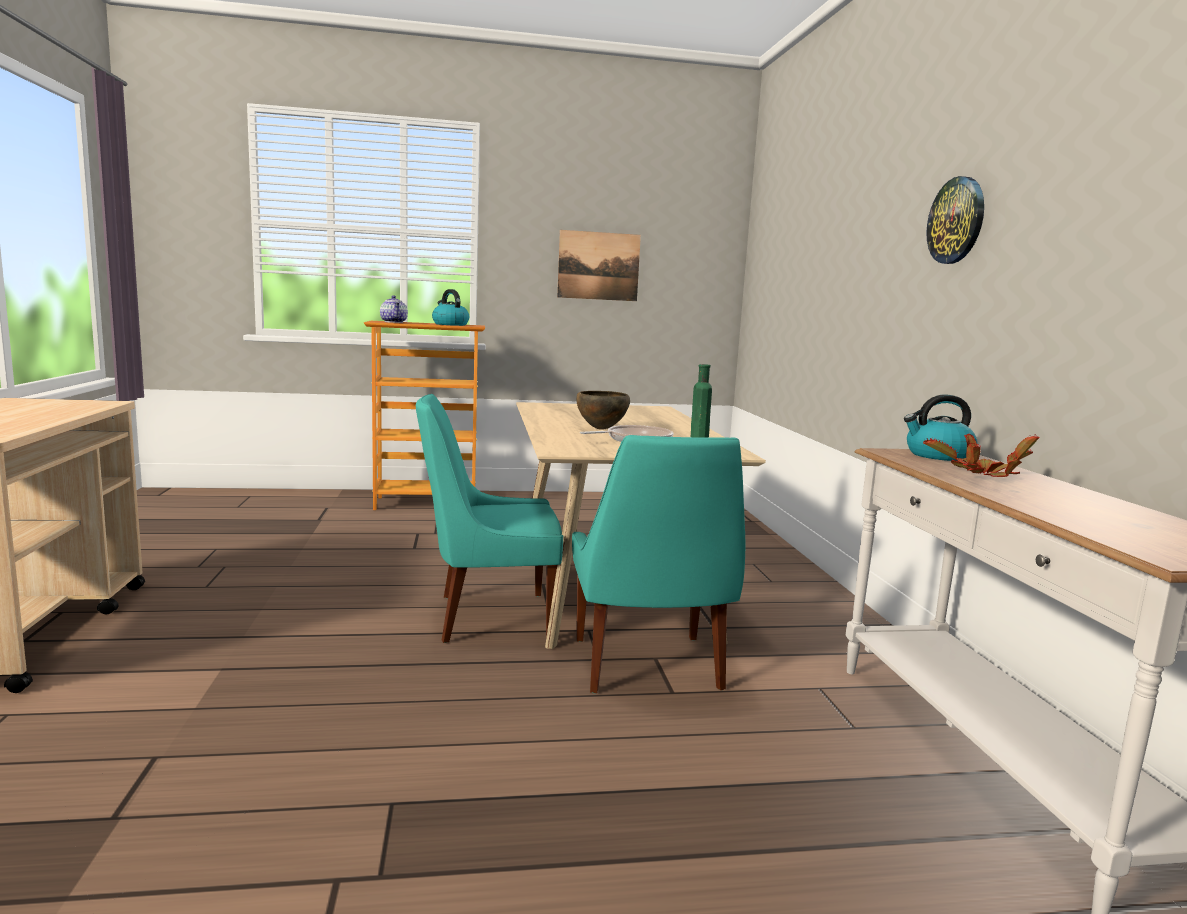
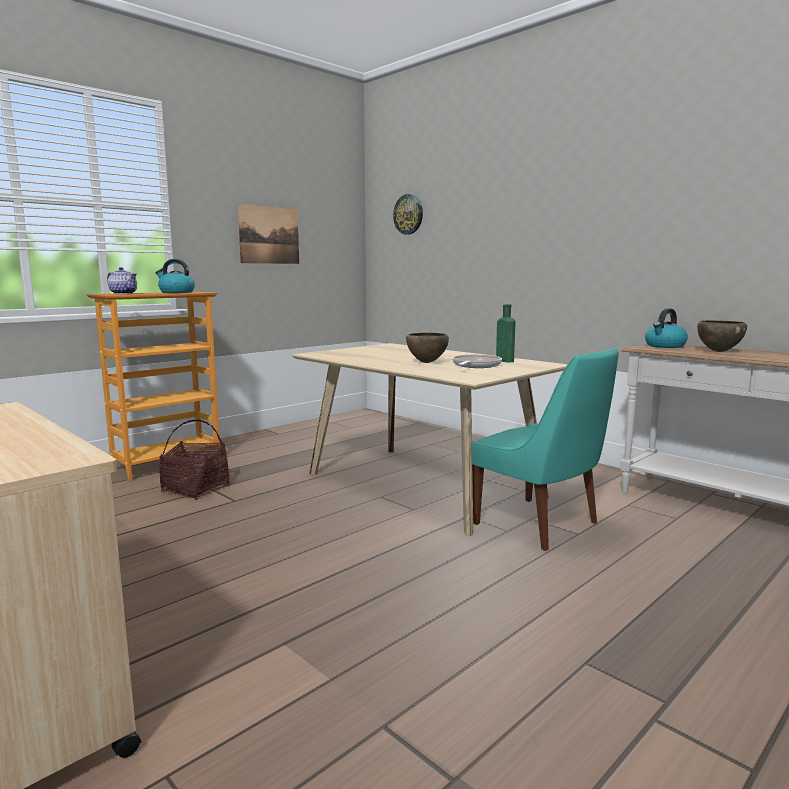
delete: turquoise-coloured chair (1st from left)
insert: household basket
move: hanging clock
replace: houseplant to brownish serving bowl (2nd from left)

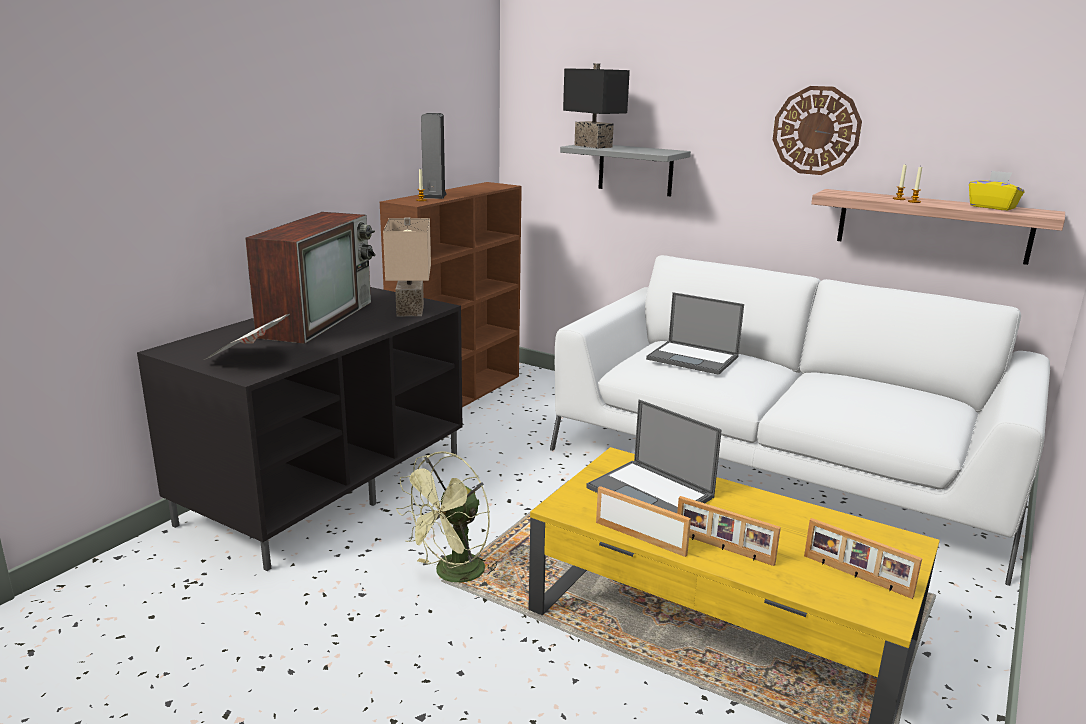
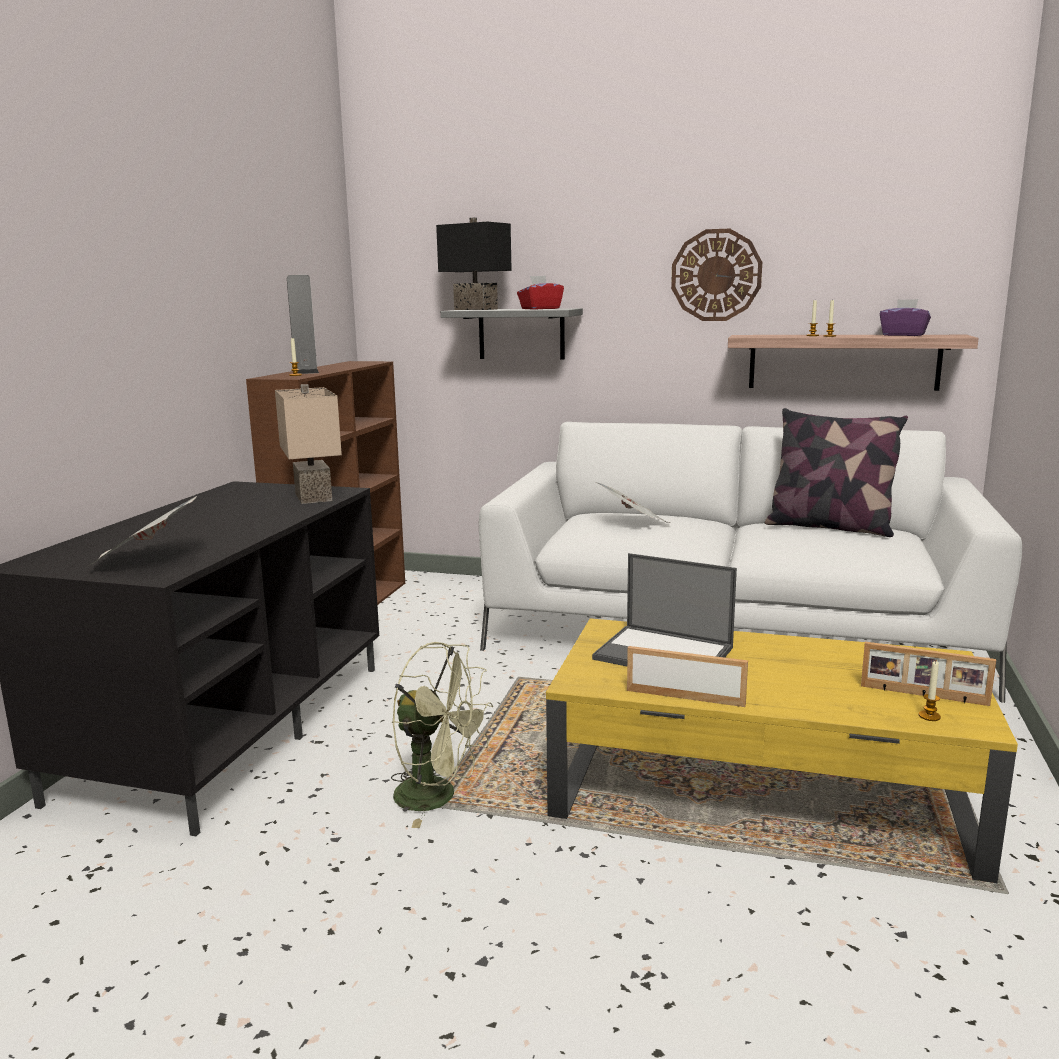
delete: TV; standing frame (2nd from left)
insert: red-coloured tissue holder; cushion; candle (4th from left)
replace: notebook computer (2nd from left) to daily paper (2nd from left)
recolor: yellowish tissue holder to purple-coloured tissue holder
rotate: greenish electric fan 90 degrees counterclockwise

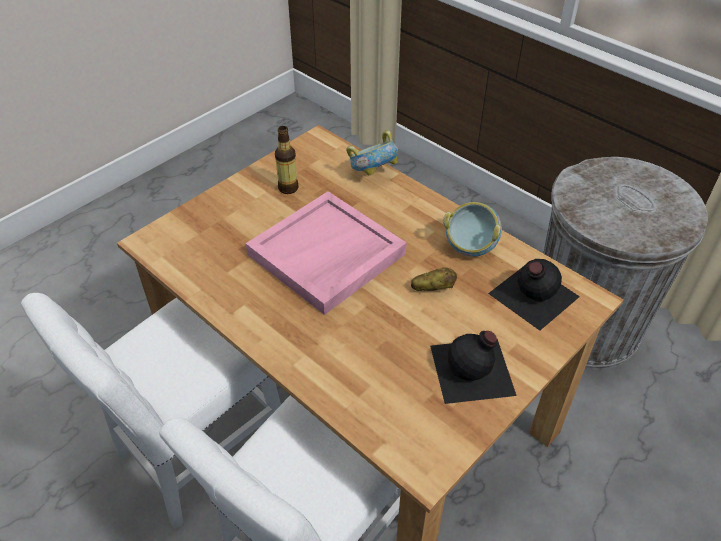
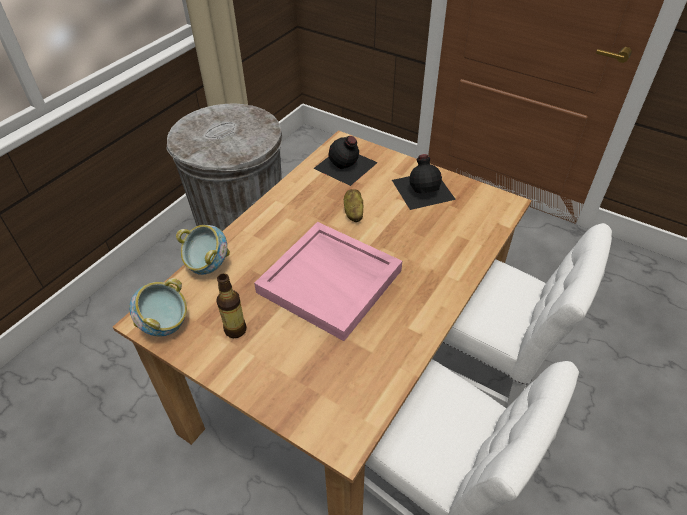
move: serving bowl (2nd from left in the first image) to serving bowl (1st from left)

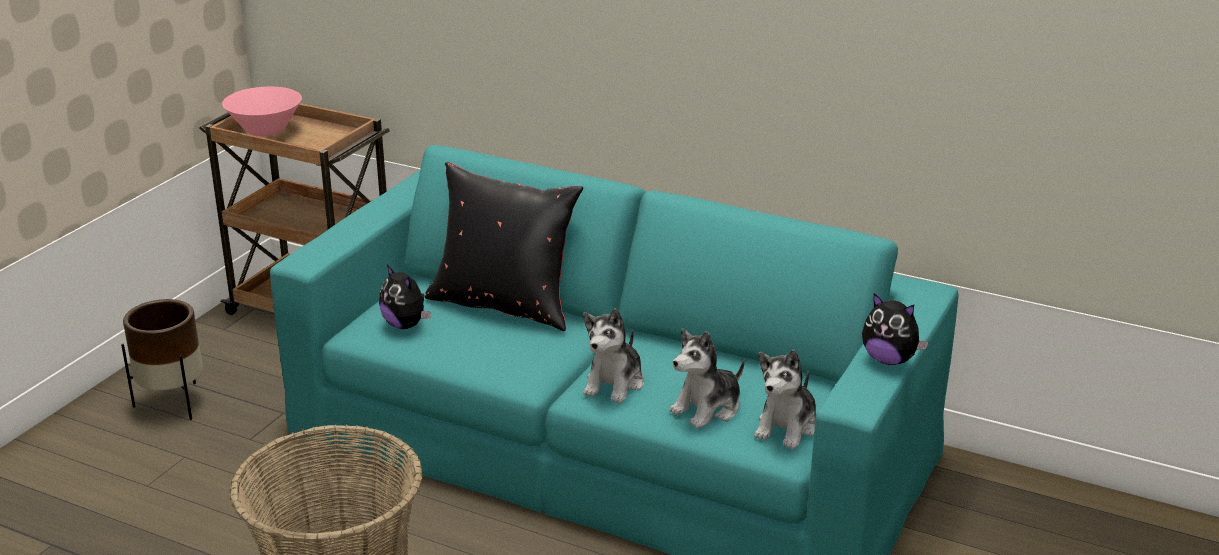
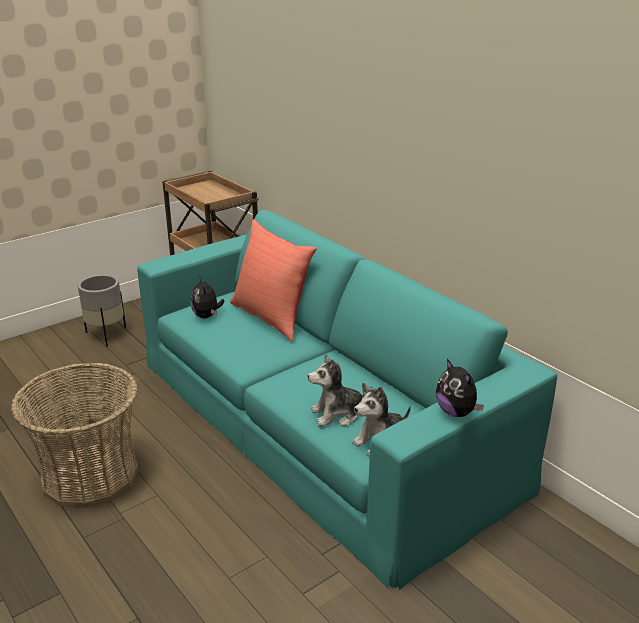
delete: pink serving bowl; cuddly toy (2nd from left)
recolor: blackish cushion to red-coloured cushion; brownish planter to gray planter

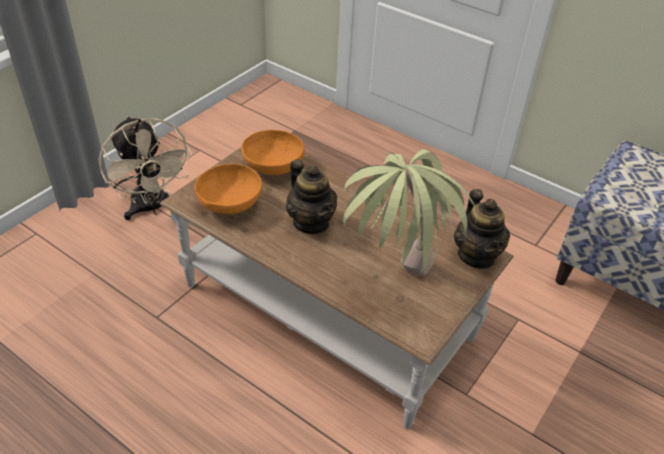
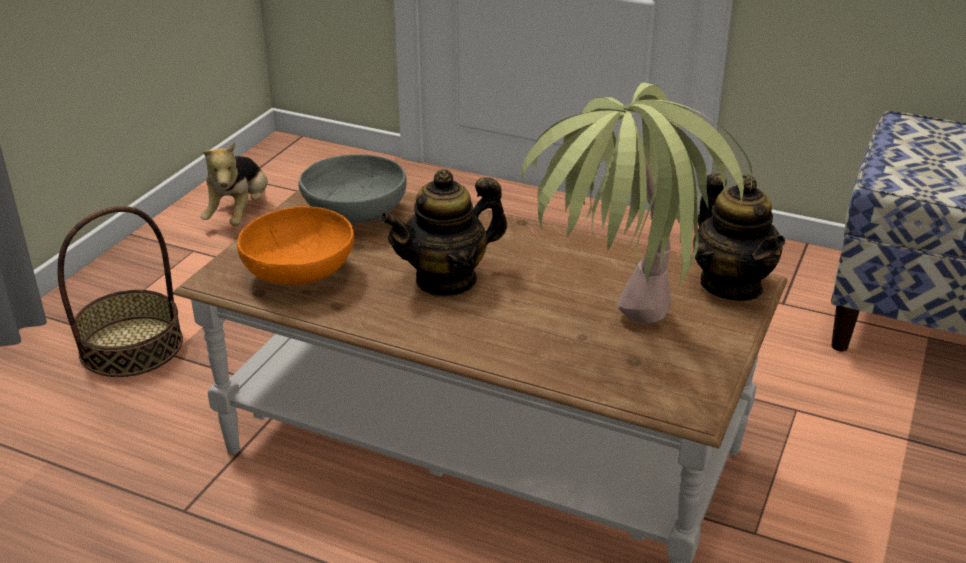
insert: cuddly toy
replace: beige-coloured electric fan to household basket
recolor: orange serving bowl (2nd from left) to gray serving bowl
rotate: teapot (1st from left) 105 degrees clockwise

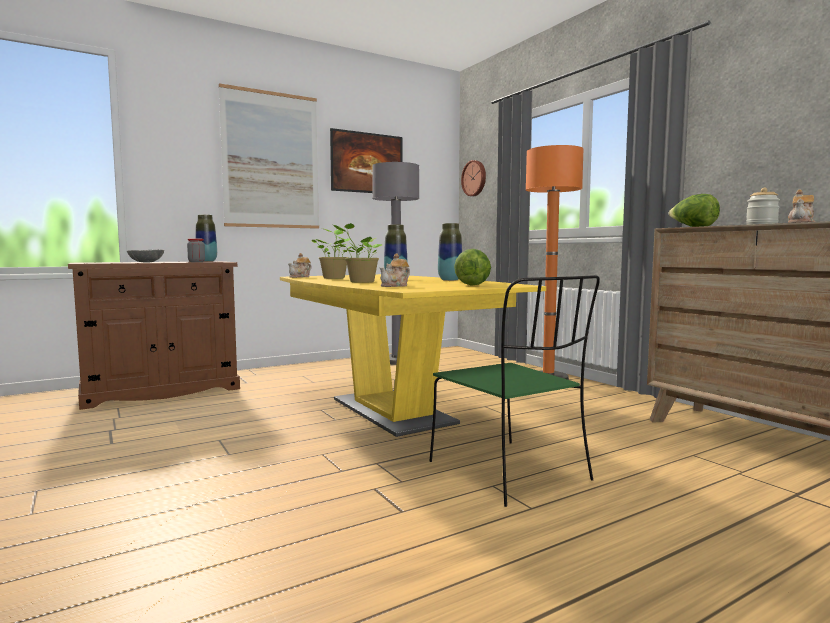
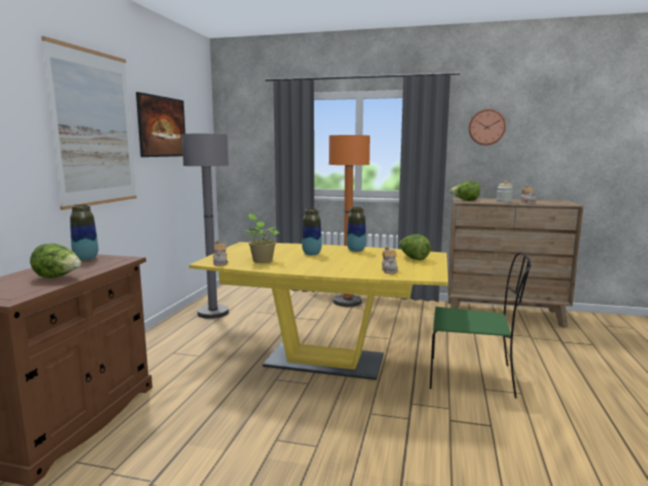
delete: houseplant (2nd from left); jar (1st from left)
move: hanging clock
replace: gray serving bowl to head of lettuce (1st from left)

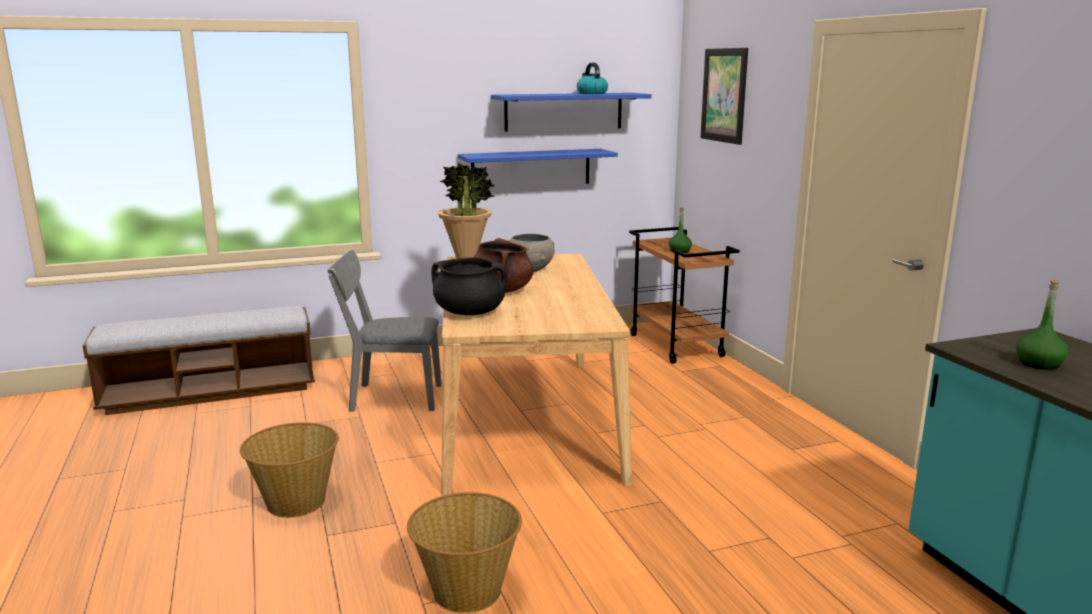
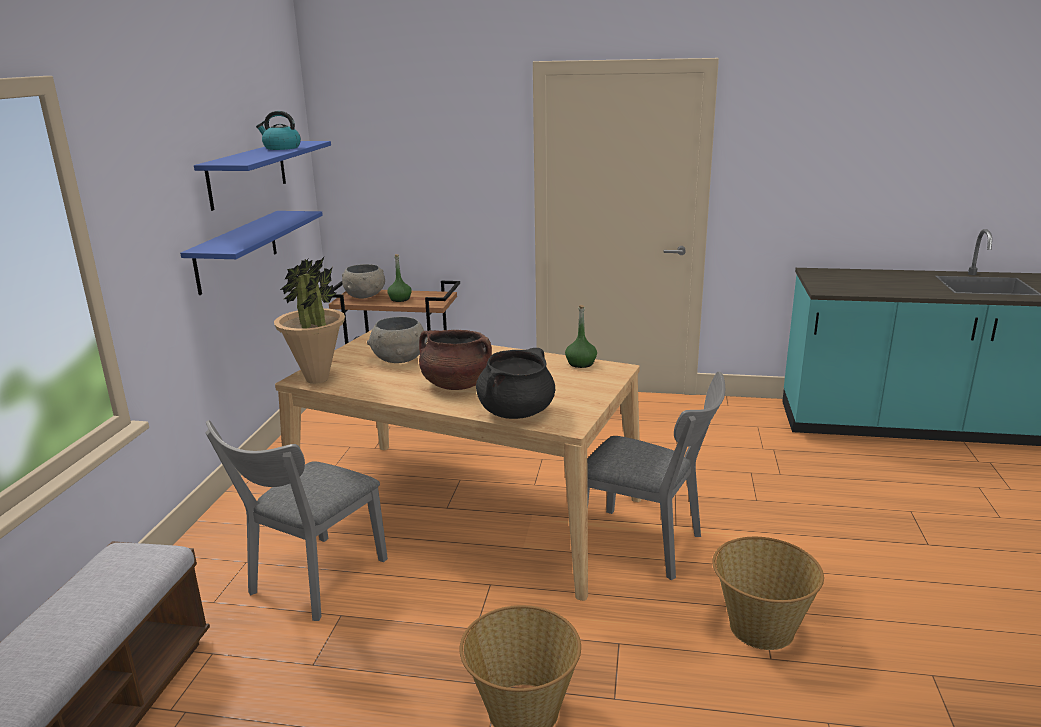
delete: wall art
insert: gray serving bowl (1st from left); gray chair (2nd from left)
move: greenish drink bottle (2nd from left)

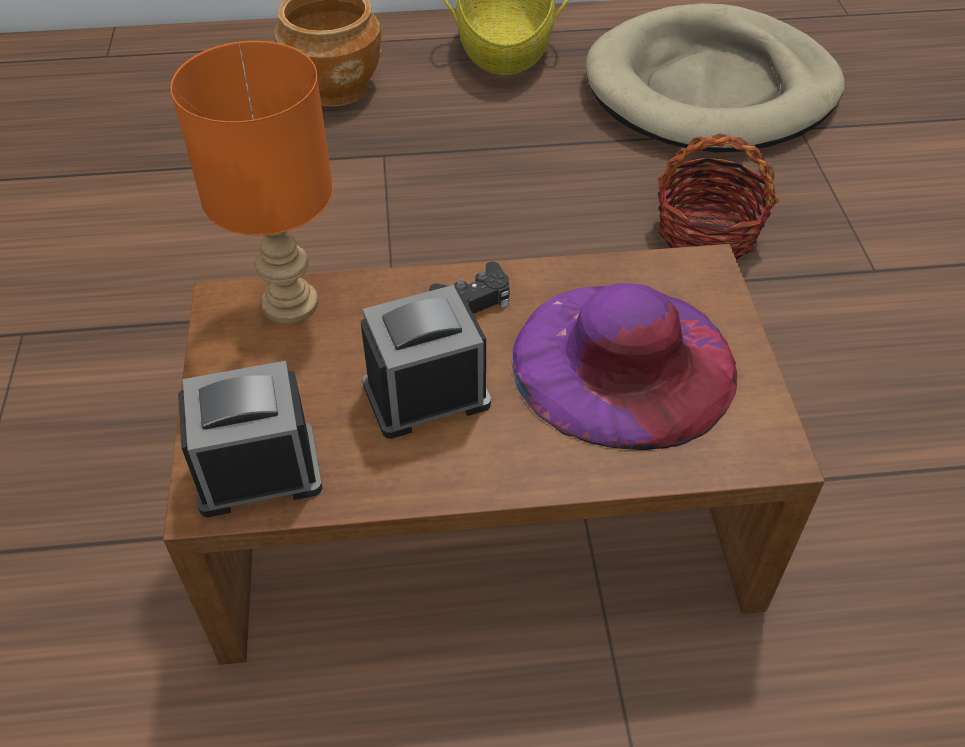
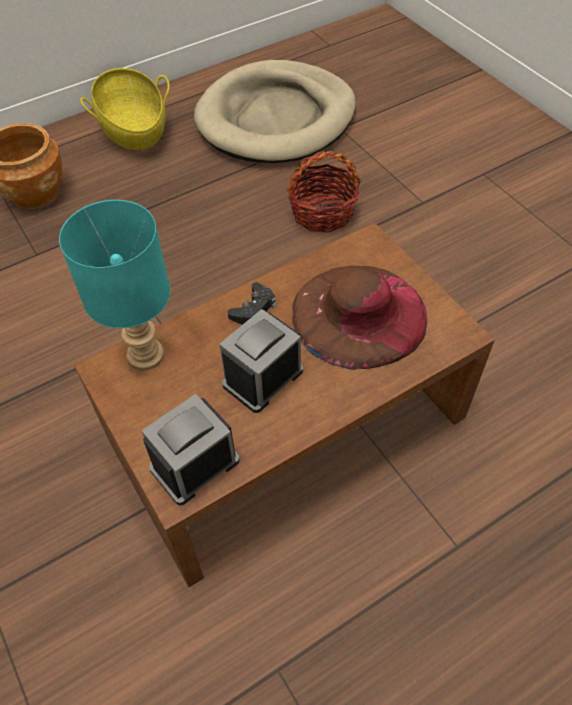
recolor: orange lamp for a table to turquoise-coloured lamp for a table; purple-coloured clothing hat to brownish clothing hat

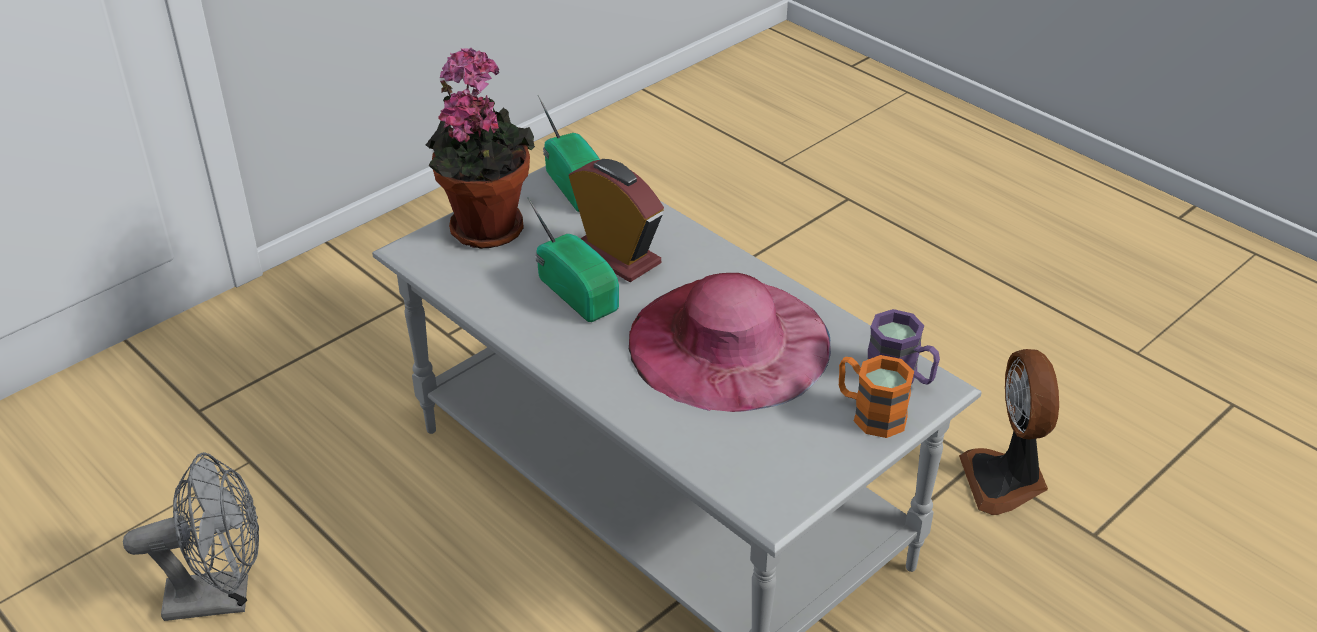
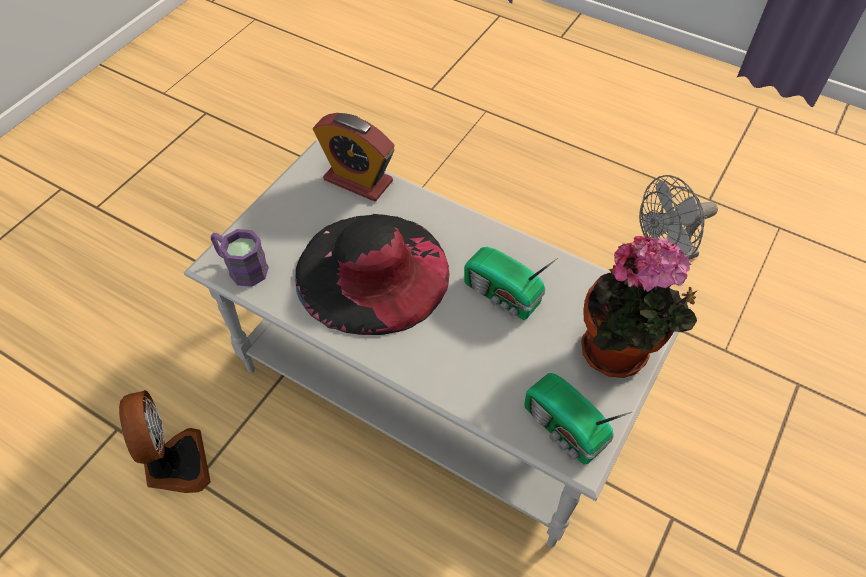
delete: orange coffee mug
move: table clock
recolor: pink clothing hat to blackish clothing hat

